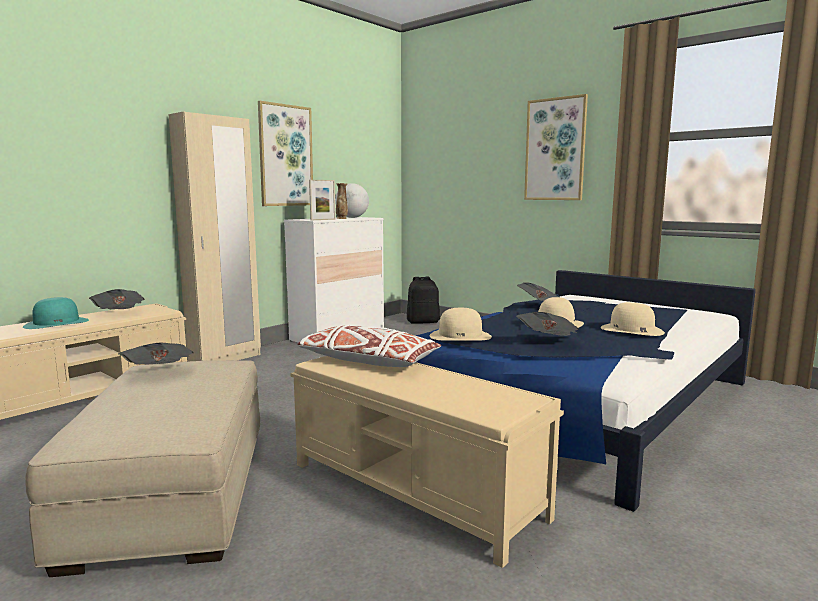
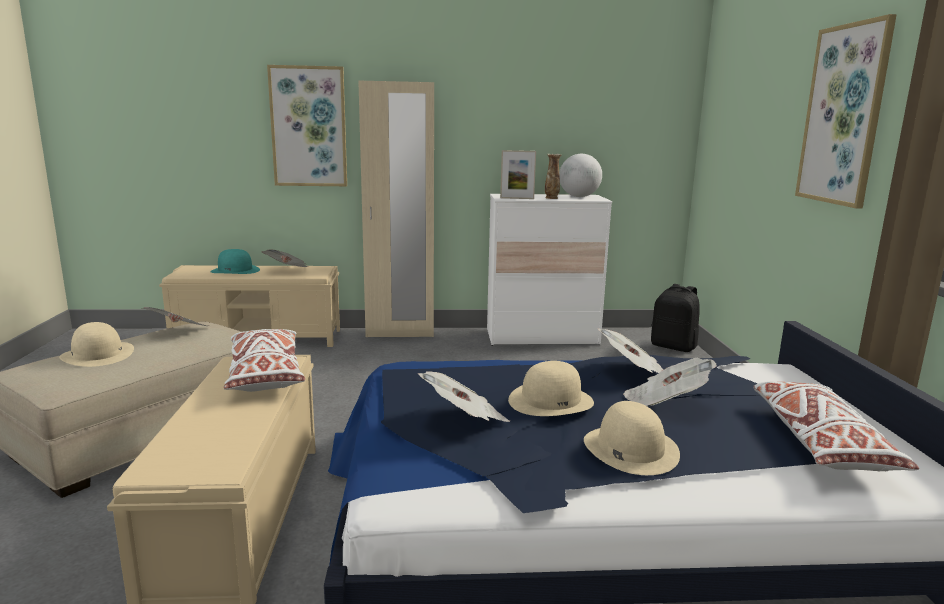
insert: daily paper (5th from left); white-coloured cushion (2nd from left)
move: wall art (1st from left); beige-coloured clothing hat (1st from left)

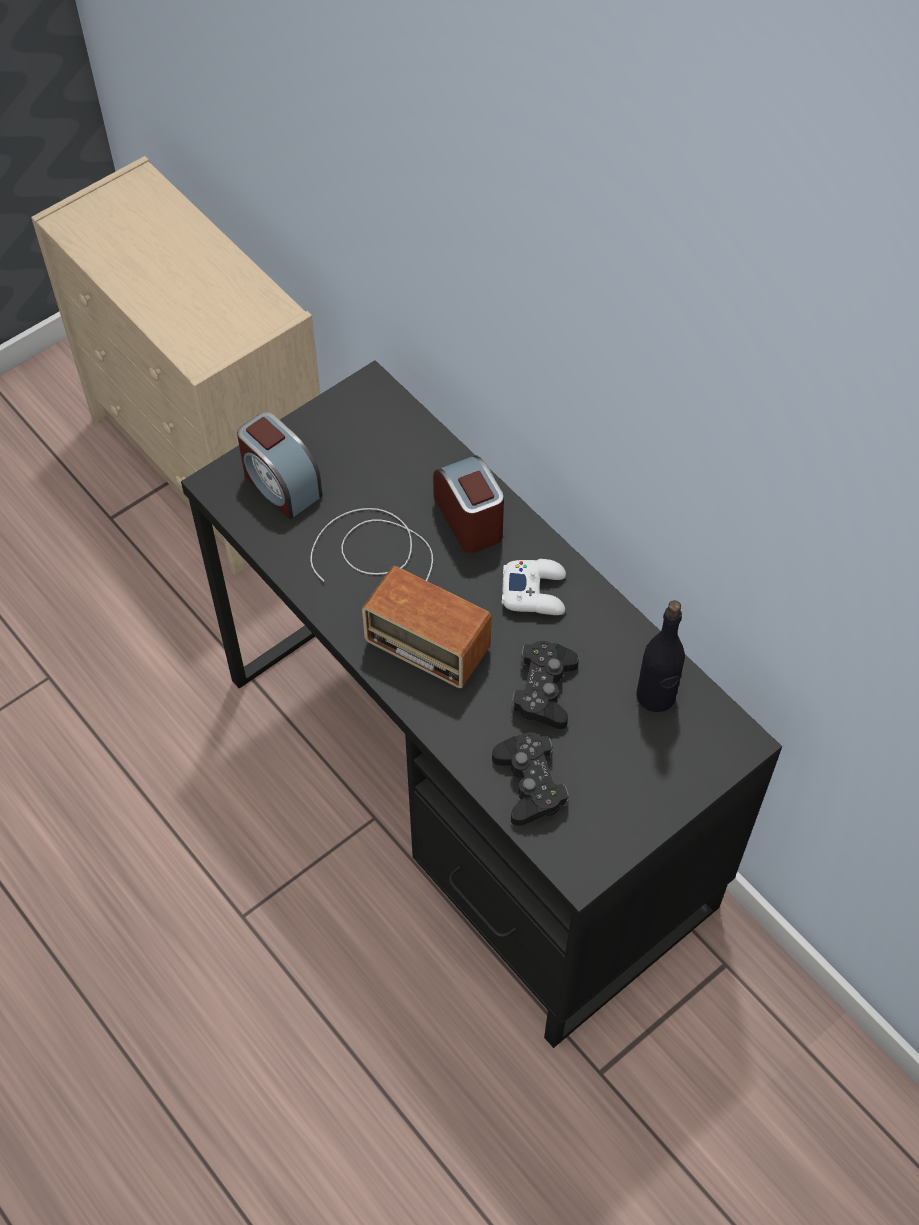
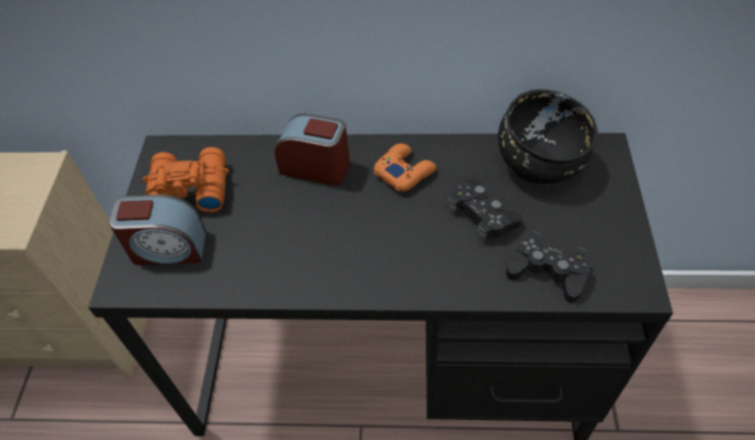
delete: radio
insert: orange field glasses
replace: blackish drink bottle to blackish serving bowl
recolor: white-coloured gamepad to orange gamepad

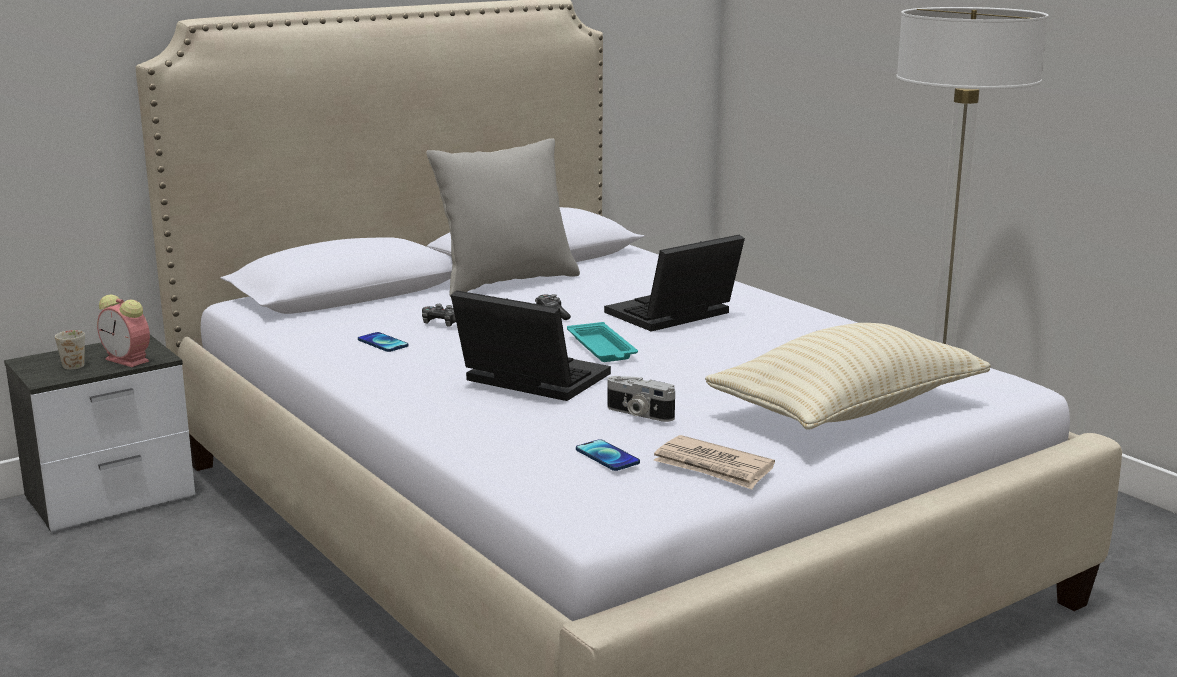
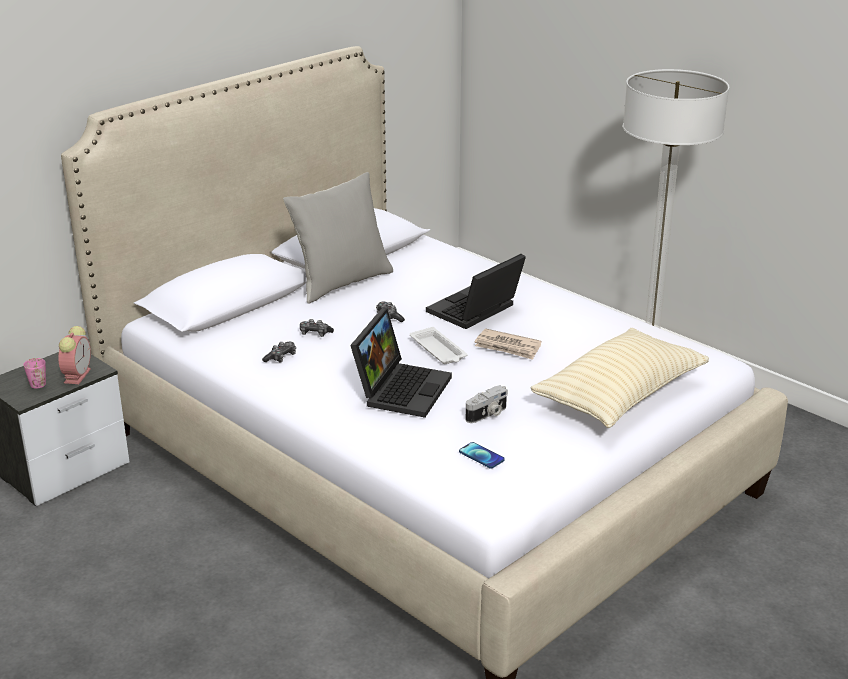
move: daily paper
replace: handset (1st from left) to gamepad (1st from left)
recolor: turquoise-coloured serving tray to white-coloured serving tray; white-coloured coffee mug to pink coffee mug
rotate: notebook computer (1st from left) 90 degrees clockwise; table clock 105 degrees counterclockwise; still camera 60 degrees counterclockwise

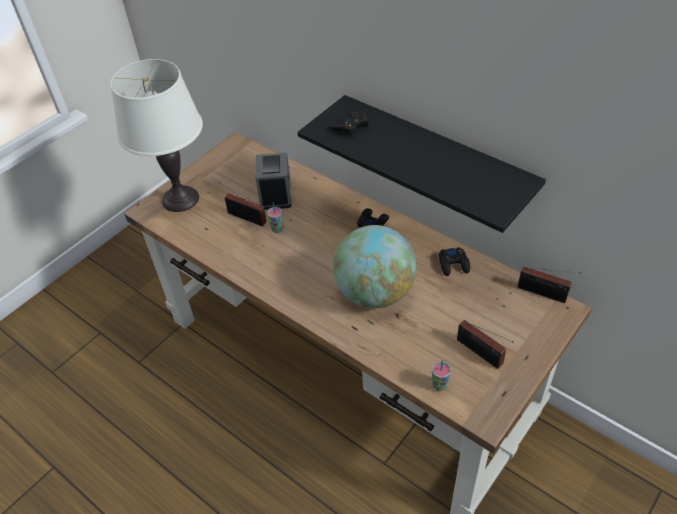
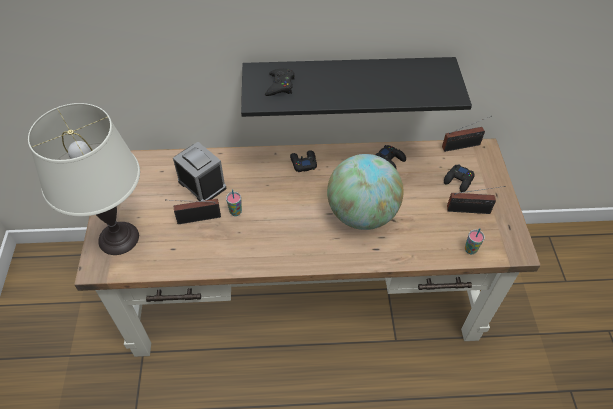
insert: blackish gamepad (4th from left)

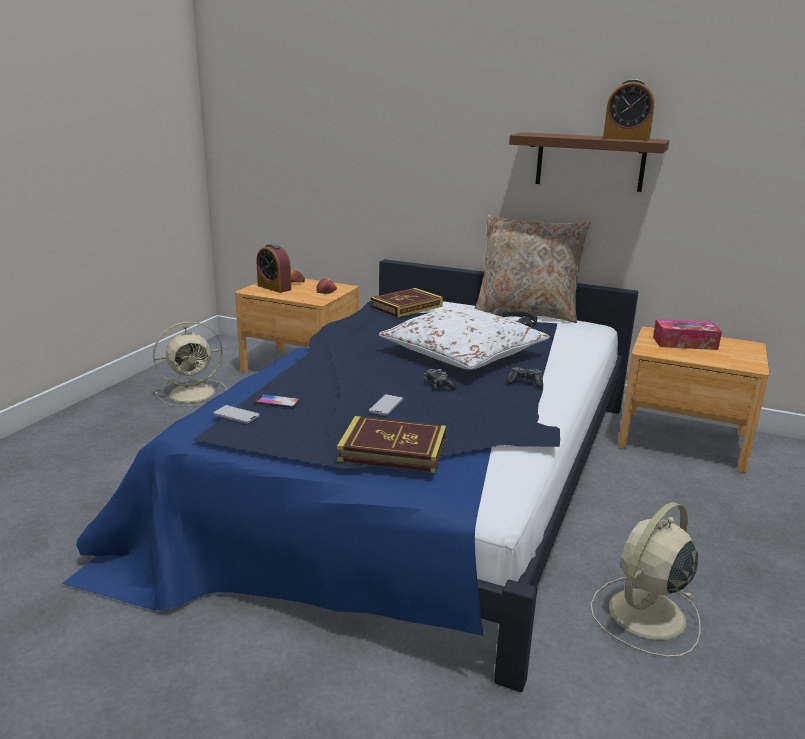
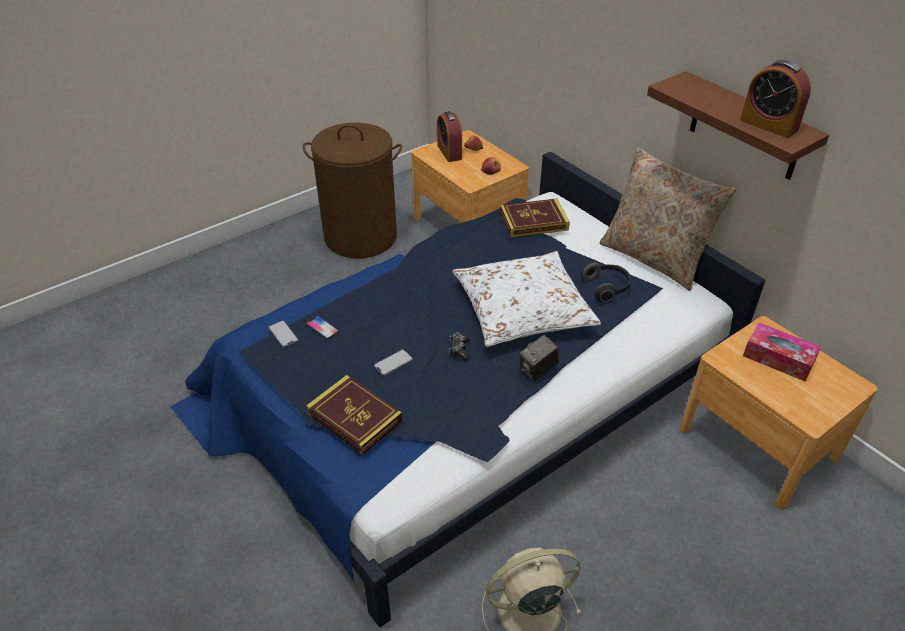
replace: beige-coloured electric fan (1st from left) to brownish laundry basket; gamepad (2nd from left) to still camera

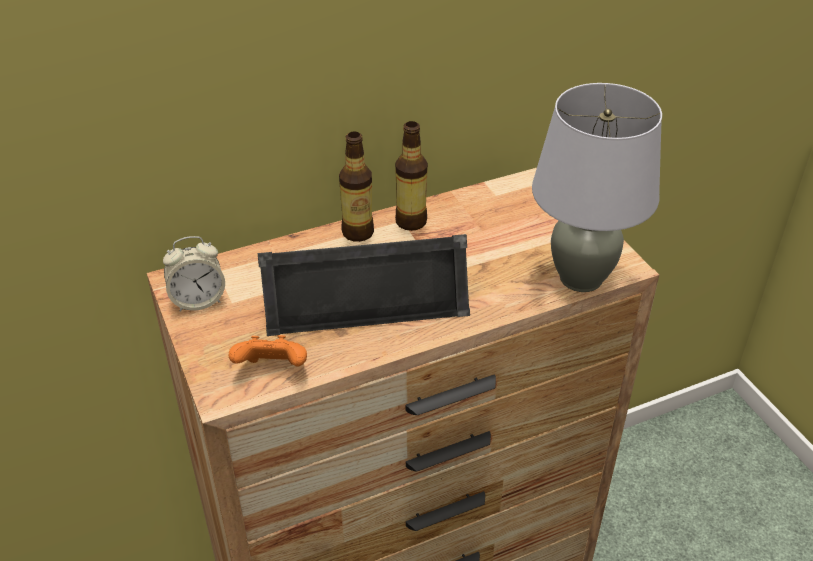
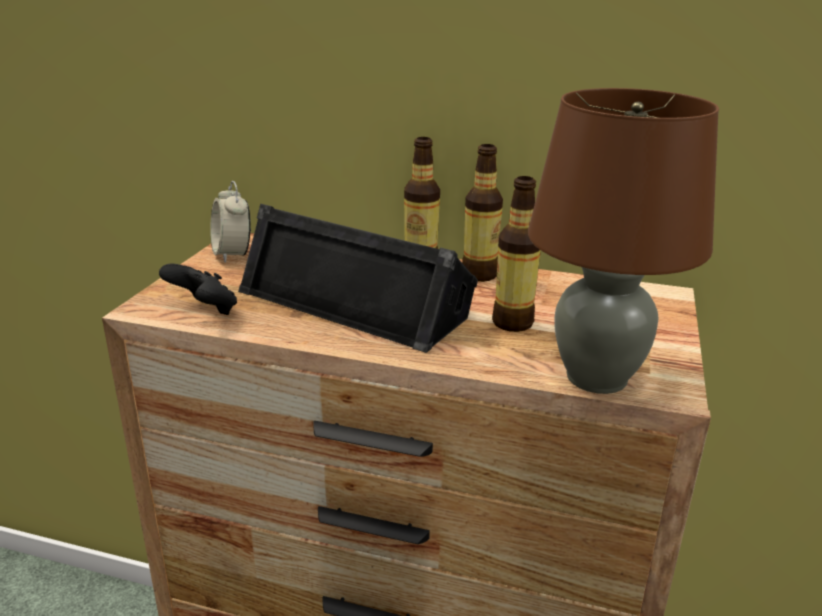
insert: drink bottle (3rd from left)
recolor: gray lamp for a table to brownish lamp for a table; orange gamepad to blackish gamepad
rotate: table clock 45 degrees clockwise

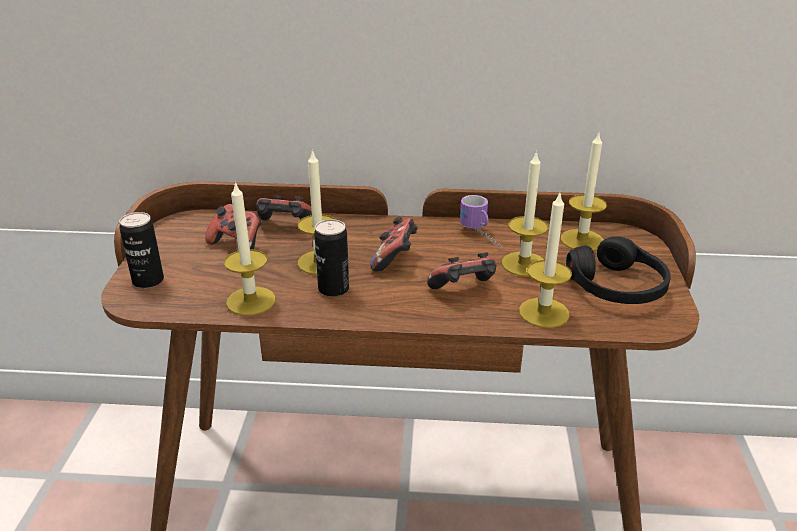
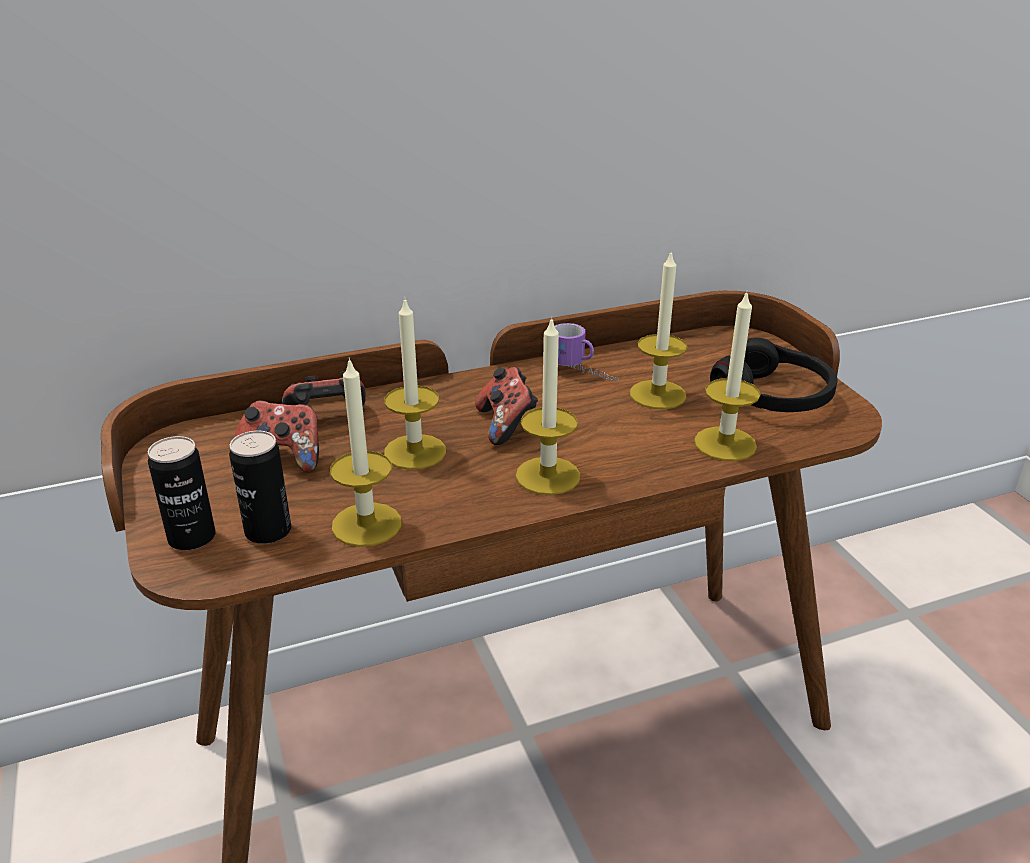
delete: gamepad (4th from left)
move: candle (5th from left in the first image) to candle (3rd from left); can (2nd from left)

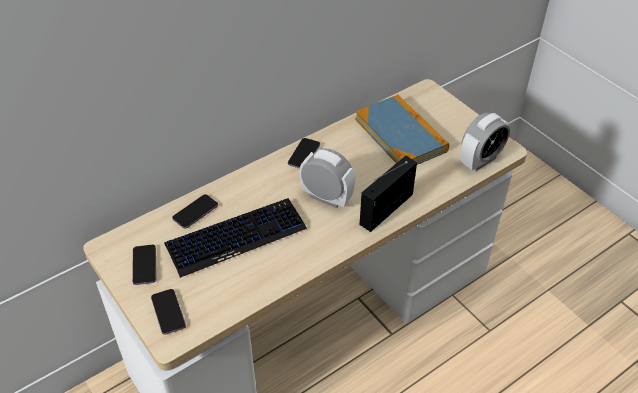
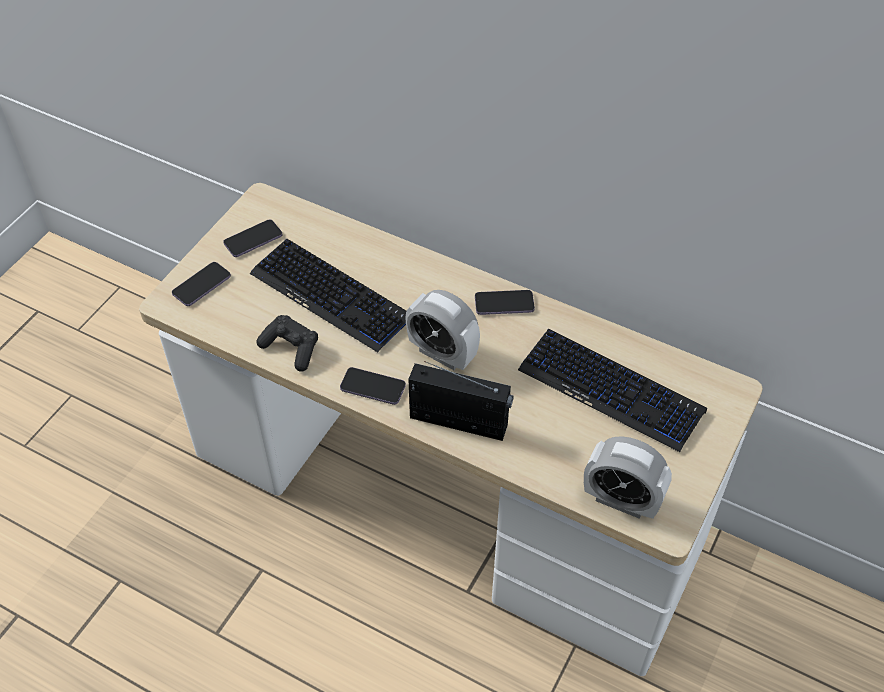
insert: blackish gamepad
move: handset (3rd from left)
replace: book to PC keyboard (2nd from left)
rotate: table clock (1st from left) 120 degrees clockwise

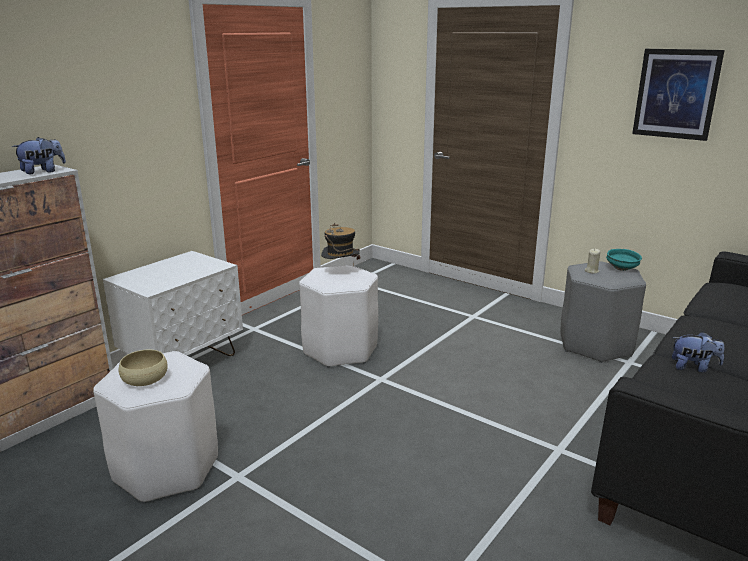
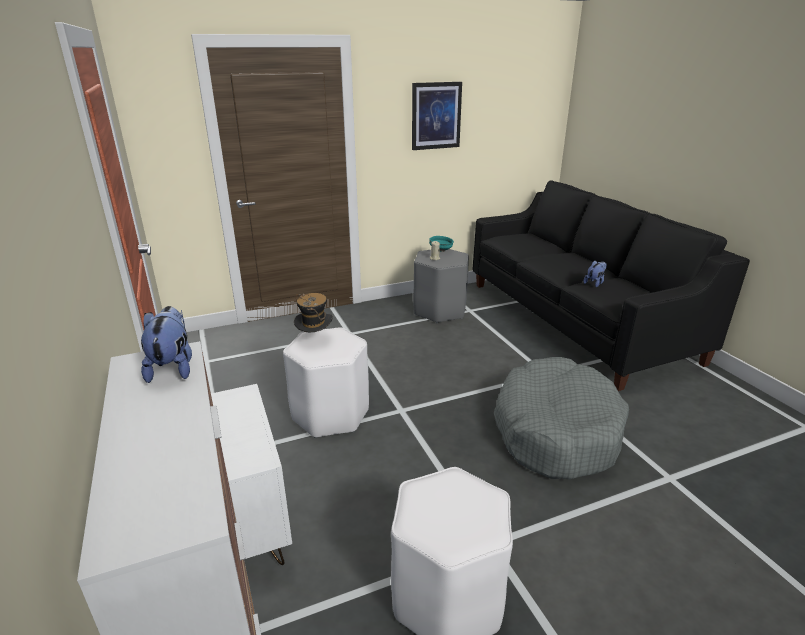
delete: beige-coloured serving bowl
insert: gray pet bed

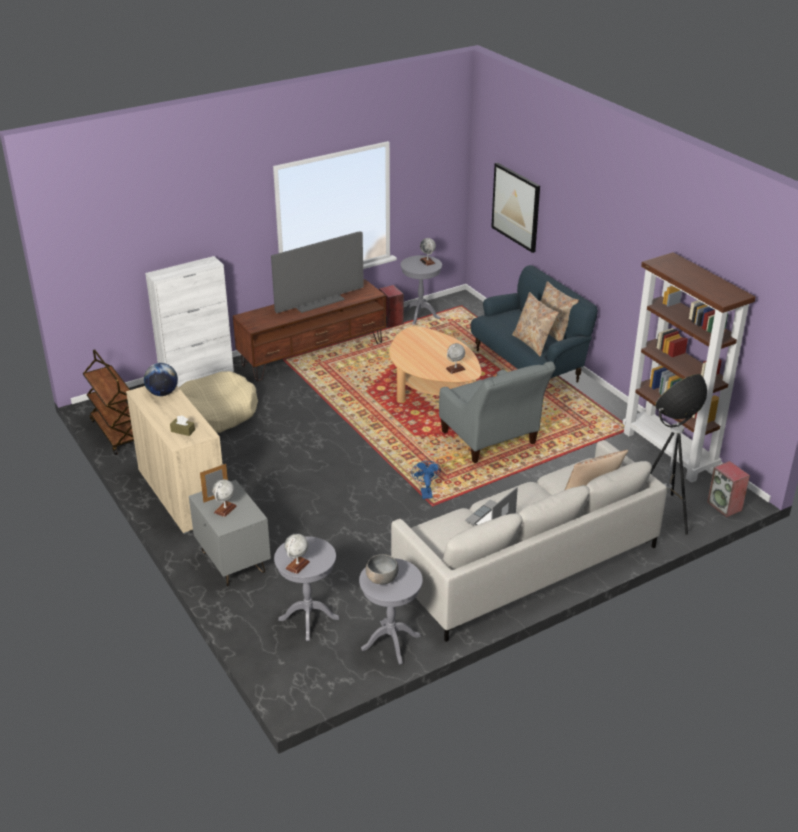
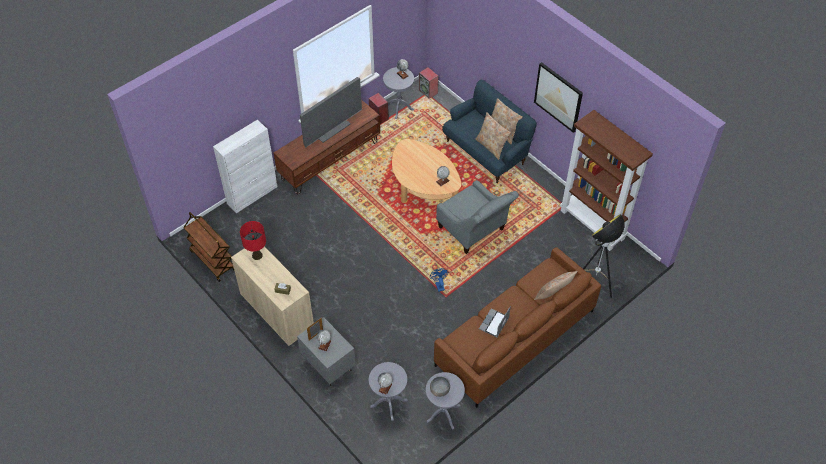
delete: beige-coloured pet bed
move: wall art; loudspeaker (2nd from left)
replace: desk globe (1st from left) to red-coloured lamp for a table
recolor: gray settee to brownish settee

